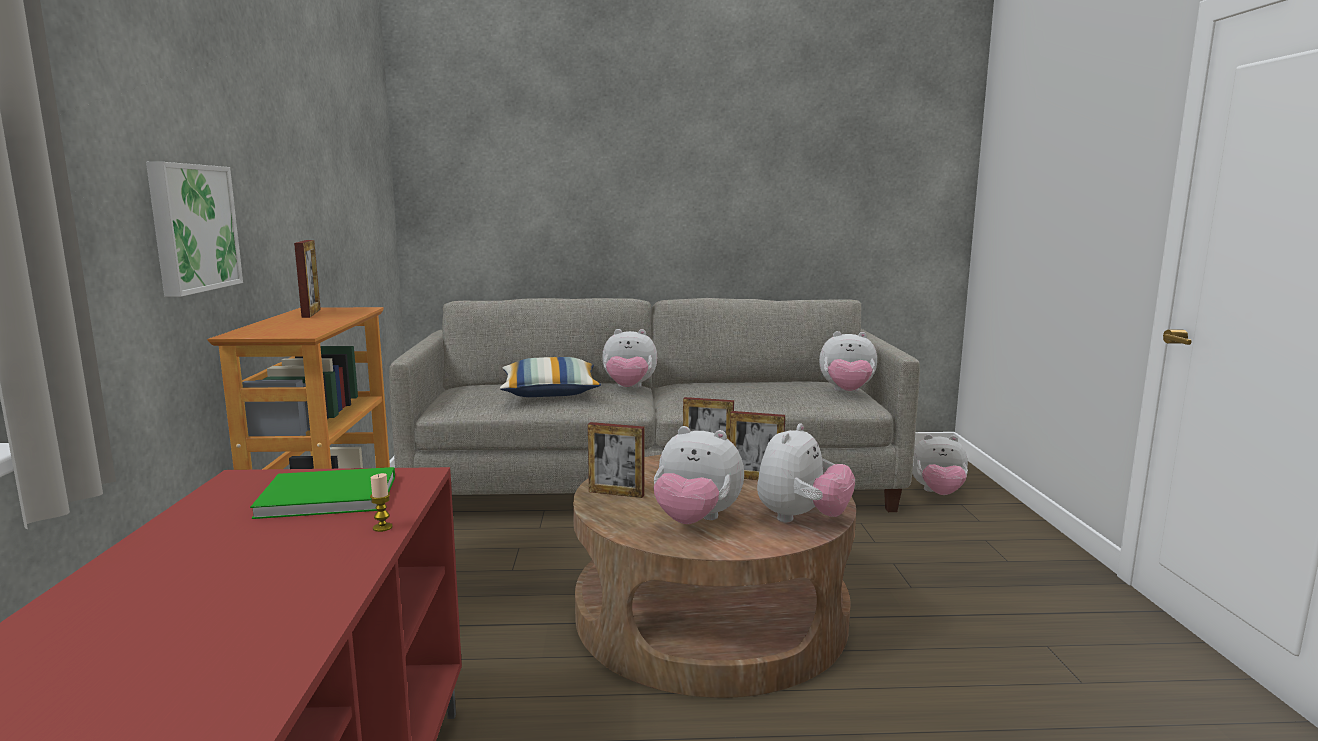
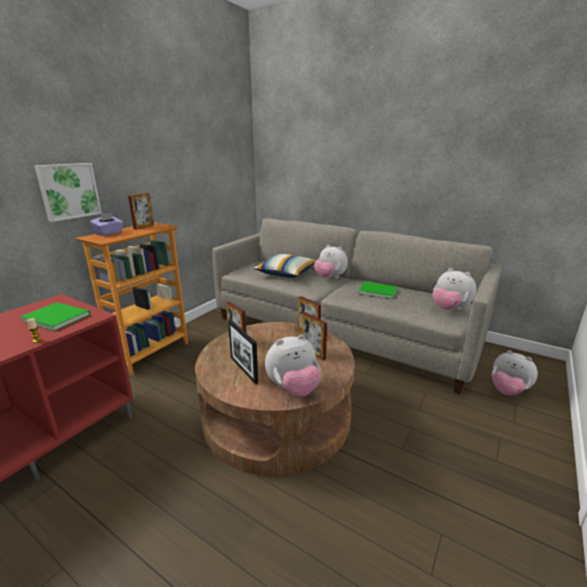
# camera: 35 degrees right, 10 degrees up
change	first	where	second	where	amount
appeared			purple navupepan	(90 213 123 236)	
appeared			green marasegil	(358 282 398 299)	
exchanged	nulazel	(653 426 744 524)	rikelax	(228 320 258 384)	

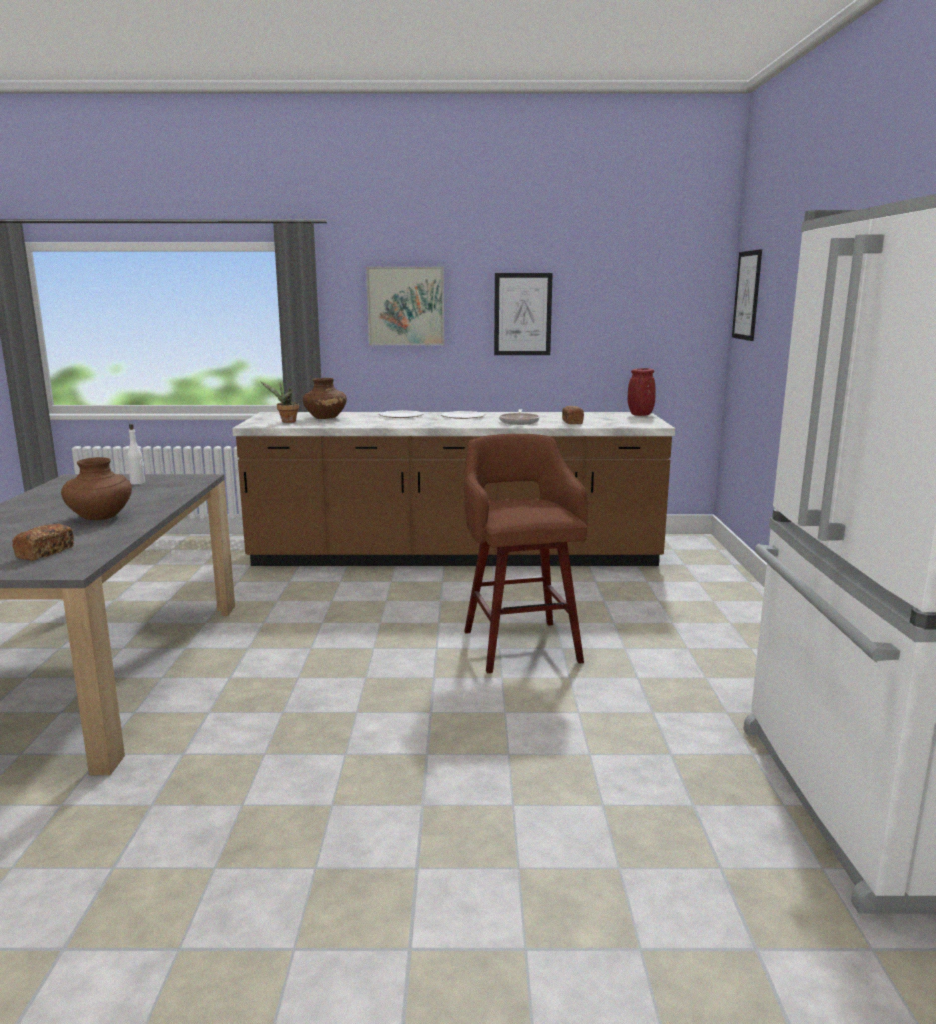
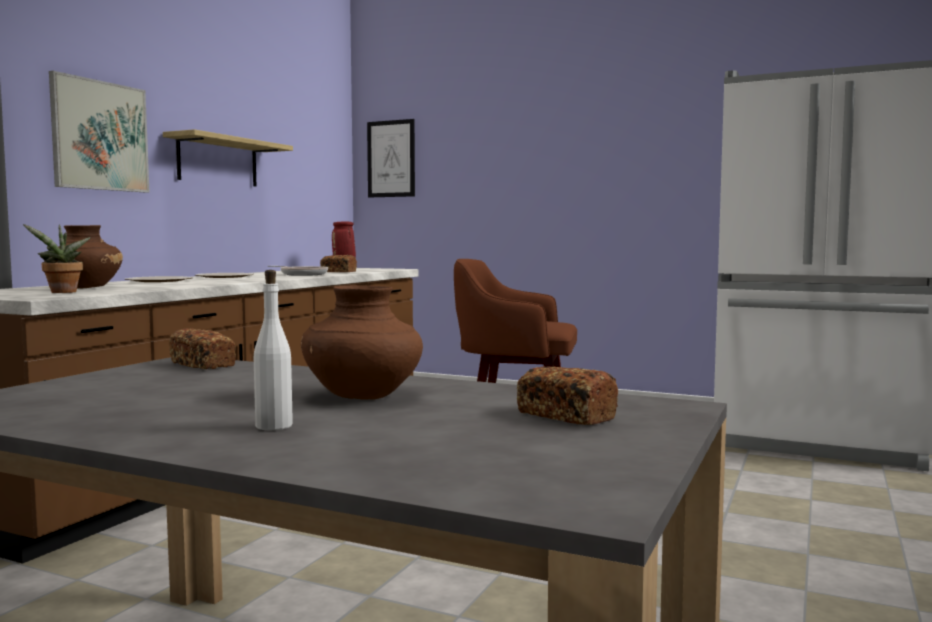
# camera: 65 degrees left, 10 degrees down
change	first	where	second	where	amount
appeared			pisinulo	(169 328 236 369)	
relocated	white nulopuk	(127 424 145 485)		(254 270 293 430)	
exchanged	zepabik	(494 273 553 355)	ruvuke	(163 129 293 186)	

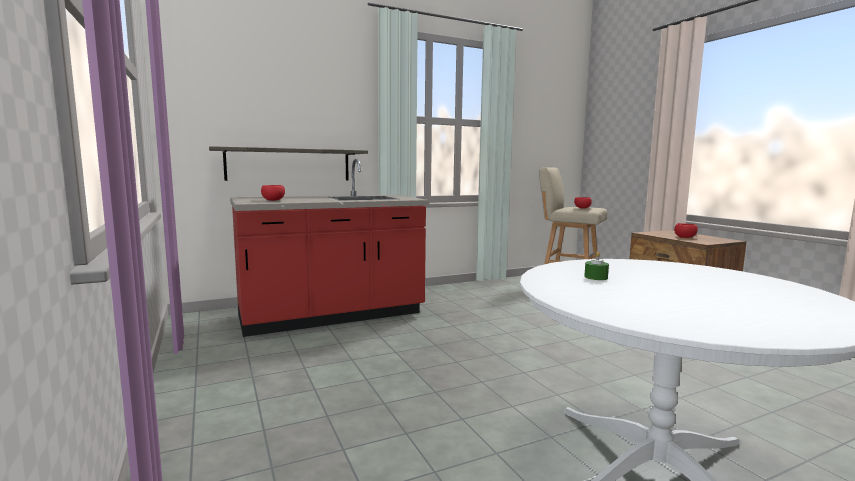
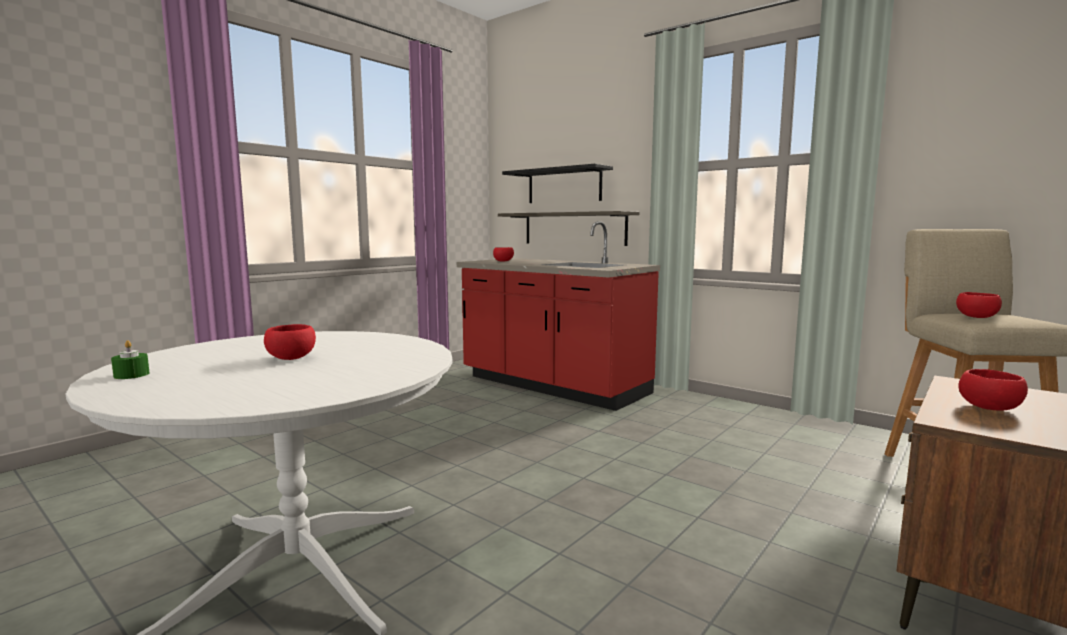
# camera: 65 degrees right, 0 degrees up
change	first	where	second	where	amount
appeared			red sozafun	(264 324 316 360)	
appeared			black ruvuke	(502 164 613 203)	
relocated	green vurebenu	(584 251 609 280)		(111 340 150 379)	

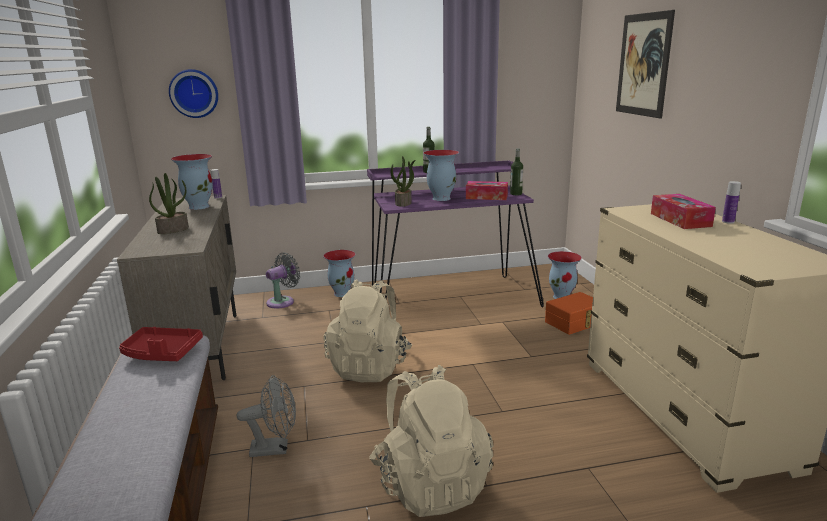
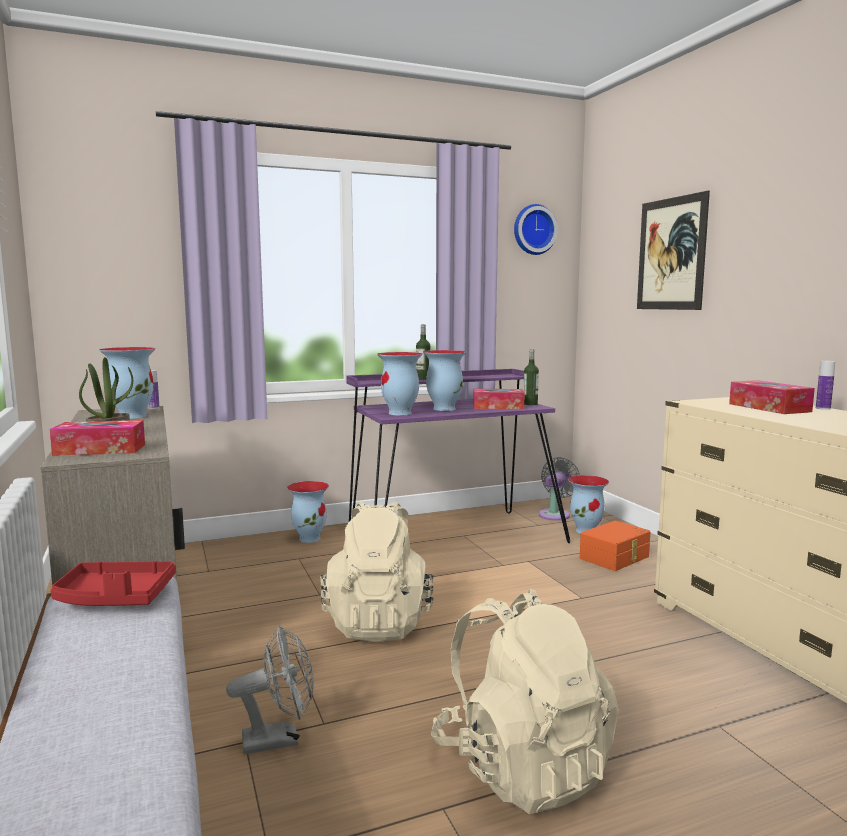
# camera: 10 degrees left, 10 degrees down
change	first	where	second	where	amount
appeared			navupepan	(50 420 145 456)	
relocated	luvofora	(169 69 218 118)		(514 204 558 255)	
relocated	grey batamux	(266 252 300 309)		(539 457 580 521)	
exchanged	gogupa	(391 156 416 207)	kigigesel	(377 352 423 415)	

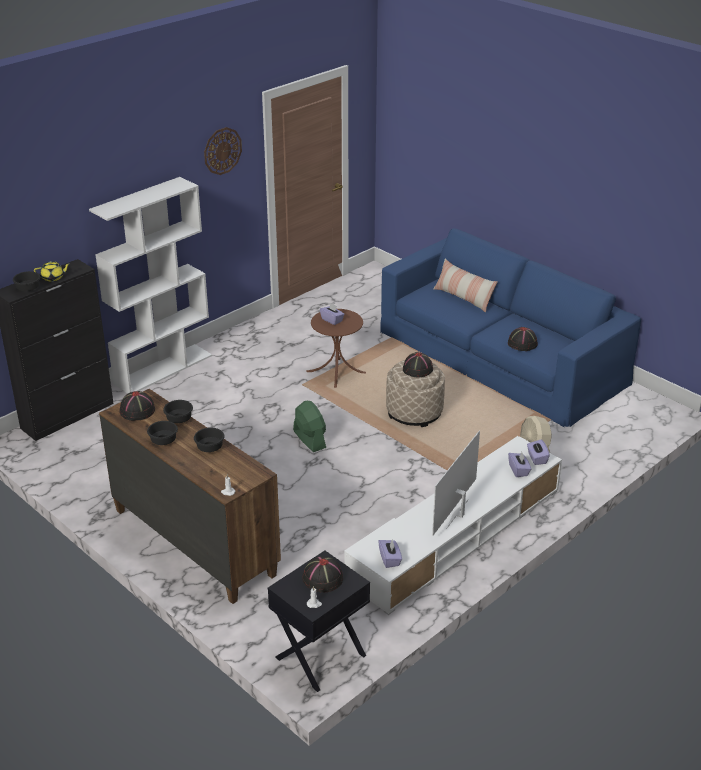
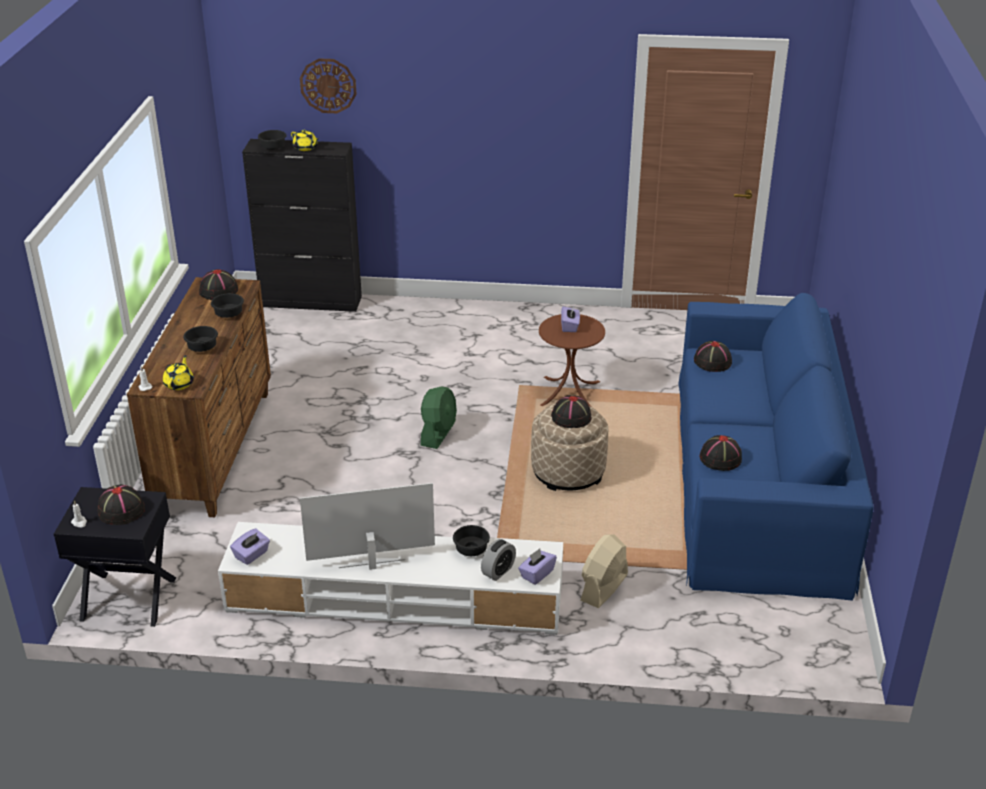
# camera: 50 degrees right, 0 degrees up
change	first	where	second	where	amount
missing	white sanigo	(89 177 212 394)			
missing	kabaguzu	(433 259 498 313)			
appeared			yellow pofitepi	(163 355 194 390)	
appeared			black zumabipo	(694 341 732 372)	
relocated	black sozafun	(147 421 178 445)		(453 525 490 556)	
relocated	luvofora	(204 127 242 175)		(300 58 356 113)	
exchanged	purple navupepan	(508 452 531 477)	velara	(481 539 516 581)	

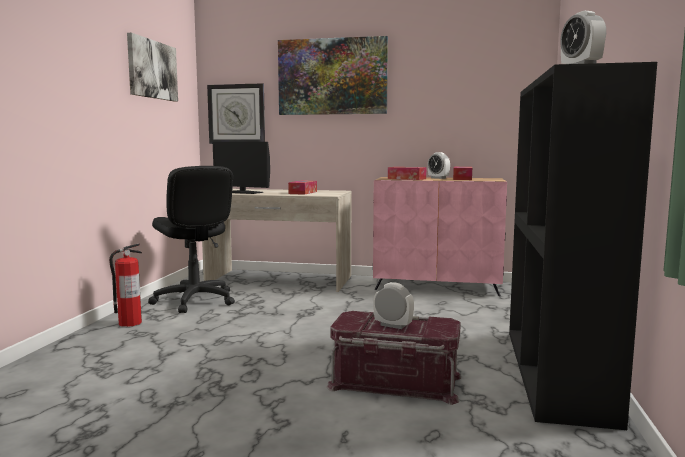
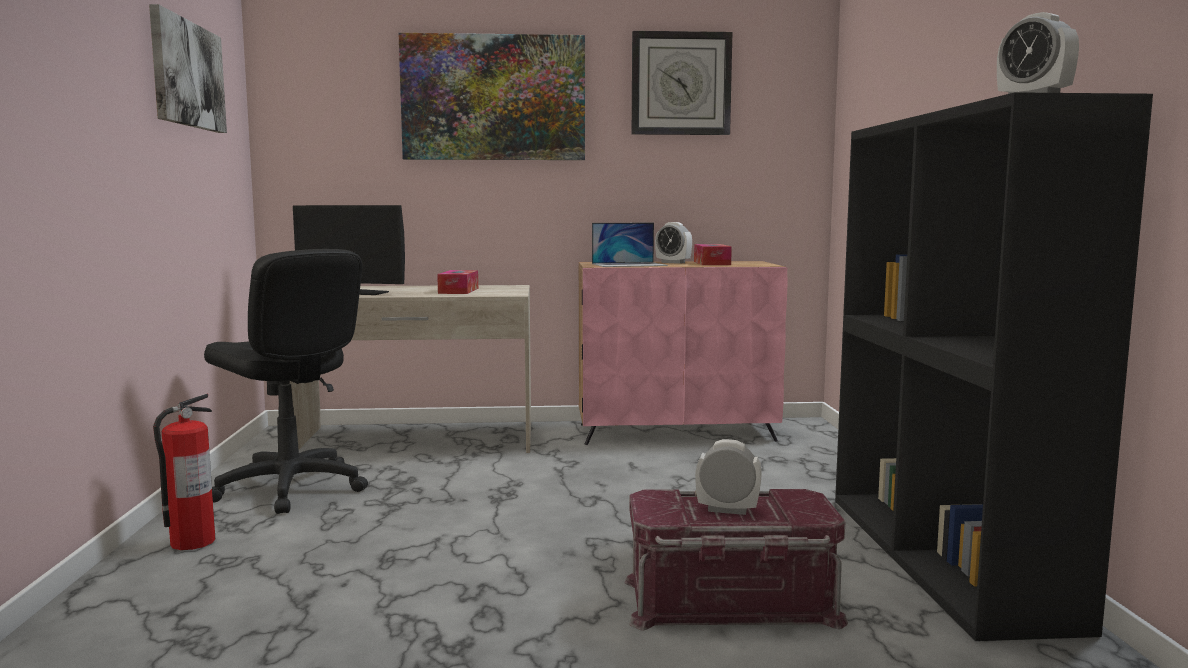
# camera: 15 degrees left, 0 degrees up
change	first	where	second	where	amount
relocated	luvofora	(207 83 265 144)		(632 31 732 135)	
exchanged	navupepan	(388 167 426 180)	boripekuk	(592 223 668 267)	

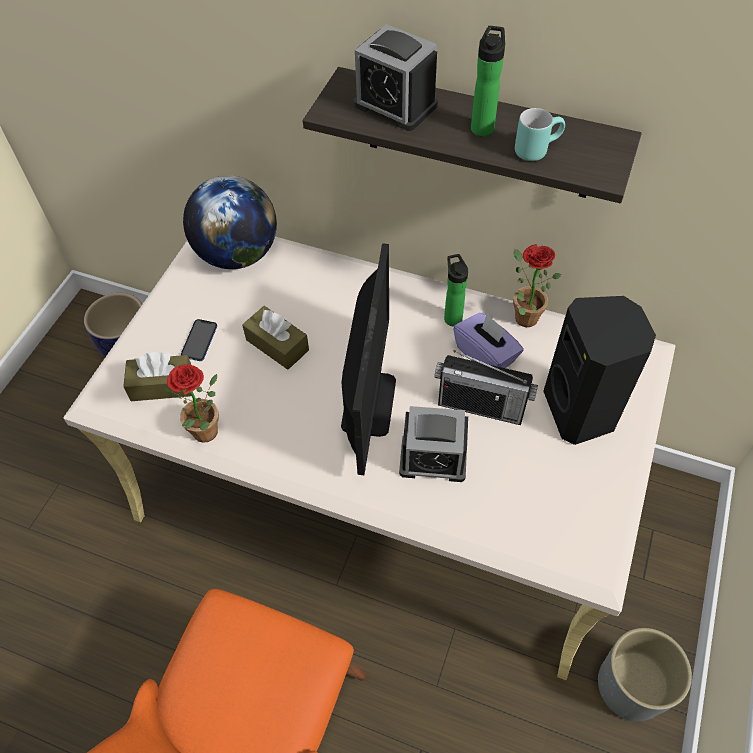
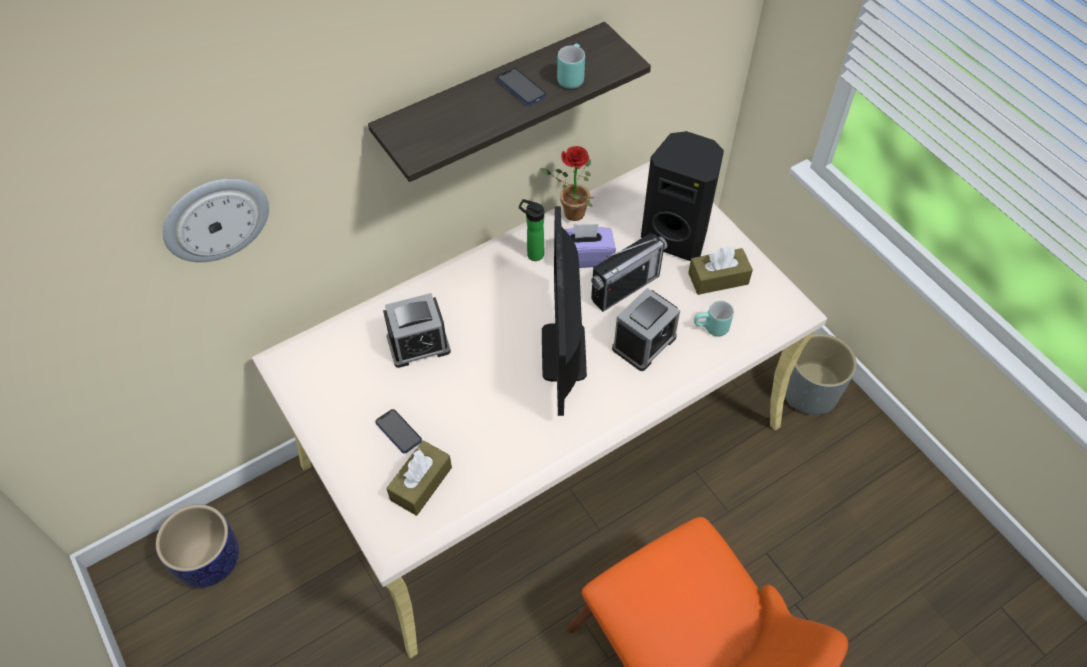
# camera: 55 degrees left, 0 degrees up
change	first	where	second	where	amount
missing	gogupa	(164 364 219 443)			
missing	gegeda	(183 175 277 269)			
appeared			luvofora	(163 179 269 262)	
appeared			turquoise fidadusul	(694 301 734 337)	
relocated	brown navupepan	(242 306 309 370)		(688 246 753 295)	
relocated	velara	(354 24 438 131)		(383 293 451 368)	
exchanged	nulopuk	(471 26 505 137)	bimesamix	(497 68 546 105)	
spun	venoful	(341 243 396 475)		(542 206 587 416)	135 degrees counterclockwise

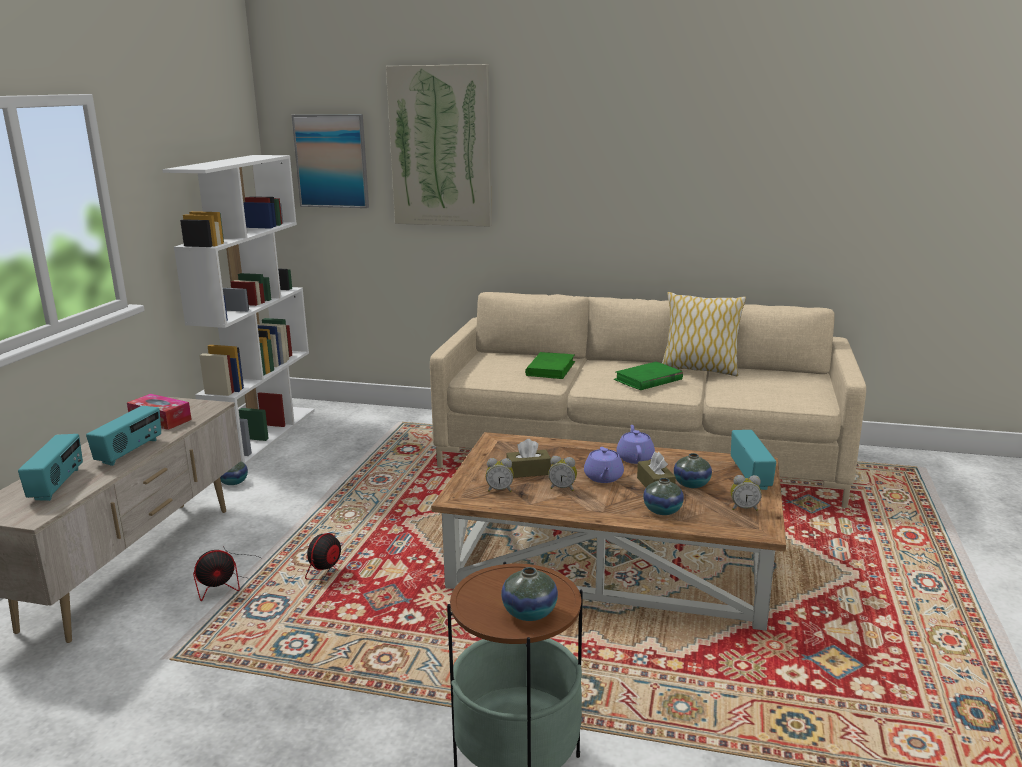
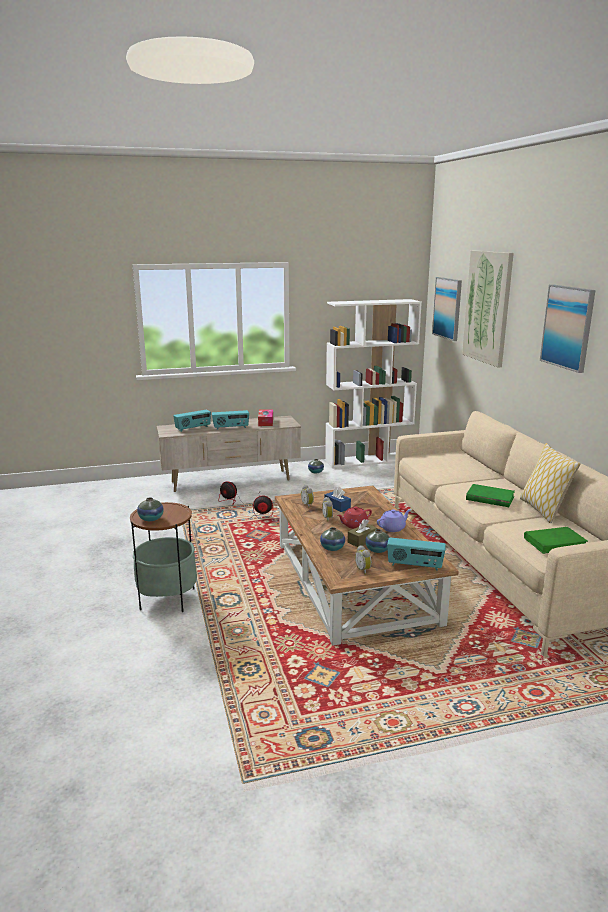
# camera: 60 degrees right, 0 degrees up
change	first	where	second	where	amount
appeared			zepabik	(540 285 596 373)	
relocated	green marasegil	(525 352 575 379)		(524 527 588 554)	
colour	brown navupepan	(506 439 551 478)	blue navupepan	(324 486 351 512)	
colour	purple pofitepi	(584 447 624 483)	red pofitepi	(337 507 372 529)	
spun	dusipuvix	(731 430 776 490)		(387 537 446 571)	45 degrees clockwise

